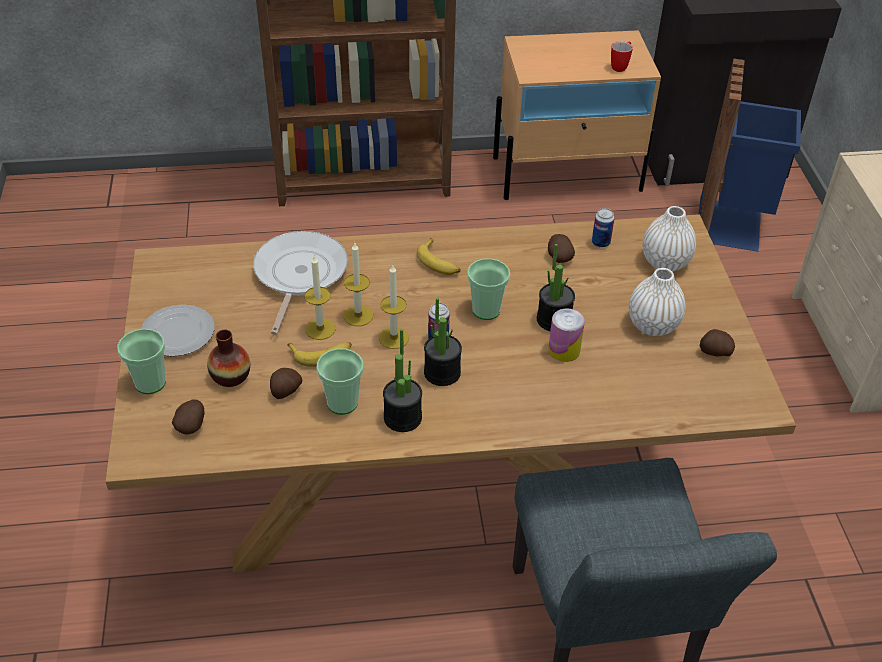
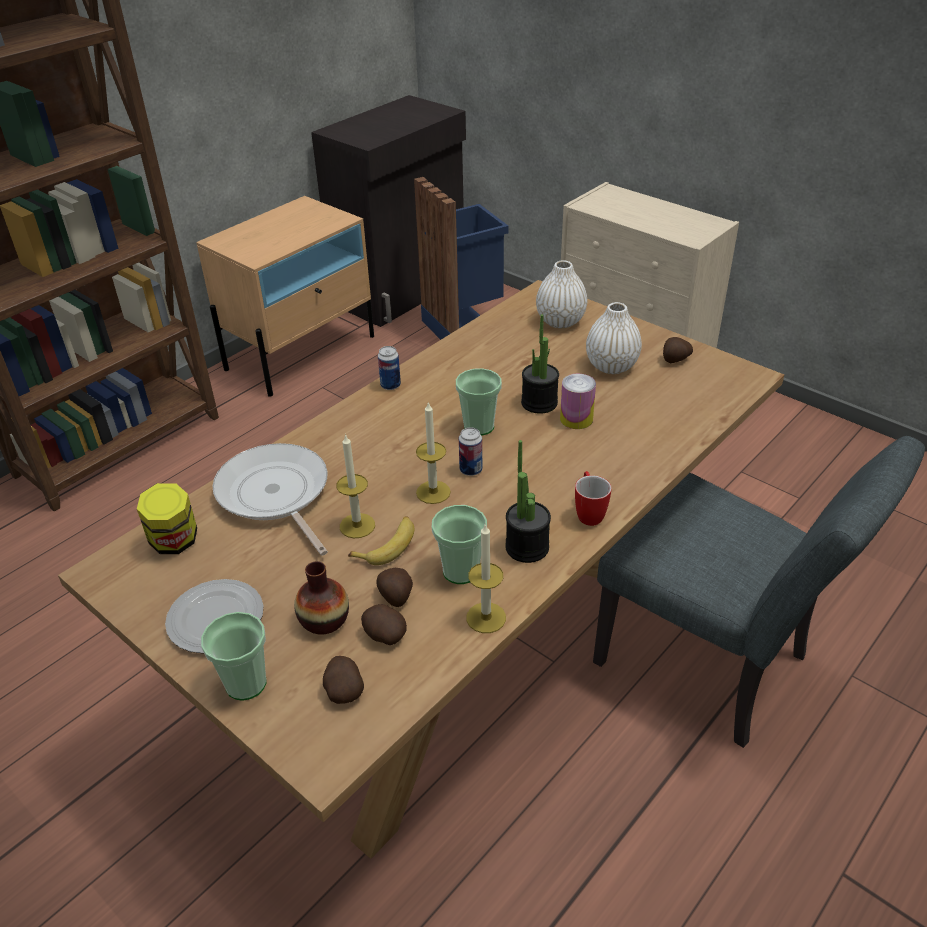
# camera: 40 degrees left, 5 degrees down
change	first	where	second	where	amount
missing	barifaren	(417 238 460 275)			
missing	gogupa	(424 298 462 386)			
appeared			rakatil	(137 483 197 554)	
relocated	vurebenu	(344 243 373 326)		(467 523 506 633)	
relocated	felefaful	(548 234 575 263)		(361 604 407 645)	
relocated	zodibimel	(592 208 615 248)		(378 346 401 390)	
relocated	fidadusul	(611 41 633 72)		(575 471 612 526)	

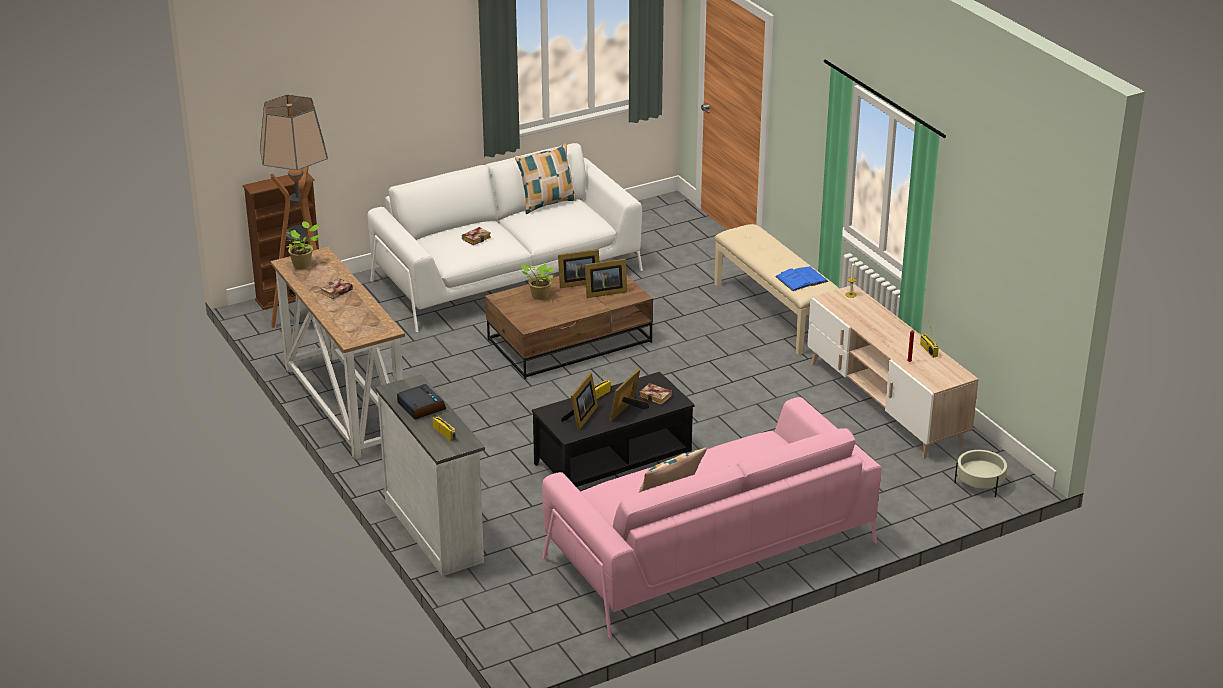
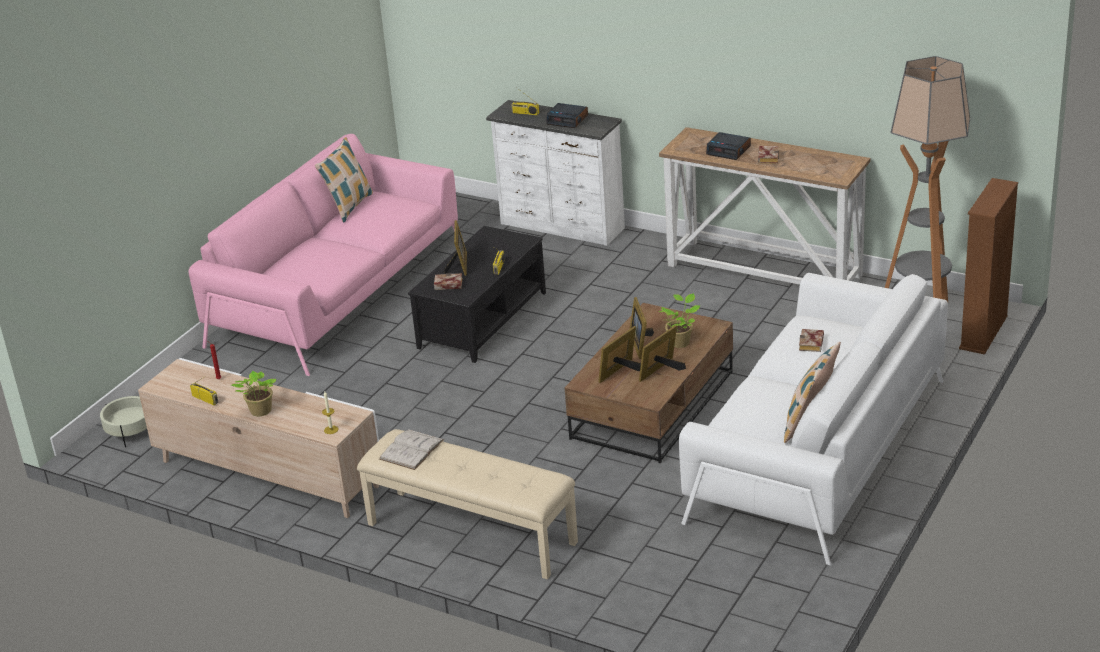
# camera: 150 degrees right, 0 degrees up
change	first	where	second	where	amount
appeared			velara	(706 132 751 160)	
relocated	gogupa	(286 221 320 269)		(231 371 276 416)	
relocated	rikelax	(561 373 598 430)		(630 297 654 359)	
colour	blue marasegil	(775 266 829 291)	white marasegil	(379 429 444 470)	

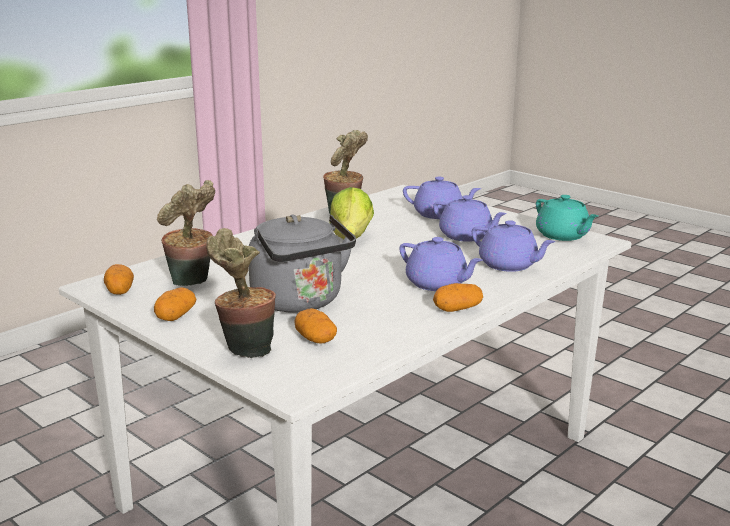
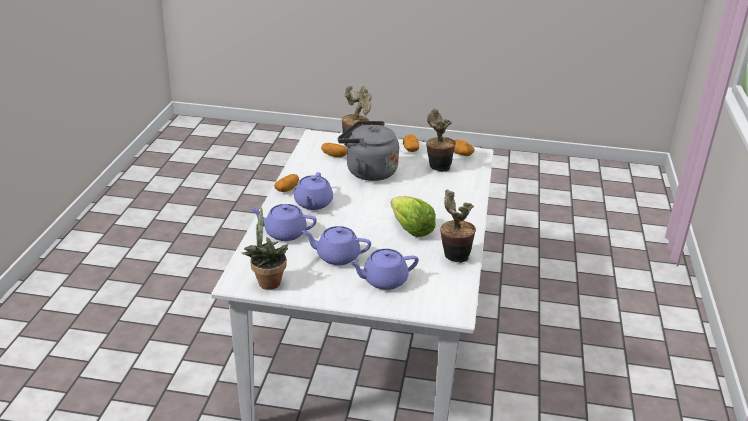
# camera: 145 degrees right, 10 degrees up
change	first	where	second	where	amount
exchanged	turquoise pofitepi	(536 195 598 241)	gogupa	(242 207 288 290)	
spun	purple pofitepi	(399 237 483 291)		(294 172 333 210)	90 degrees counterclockwise

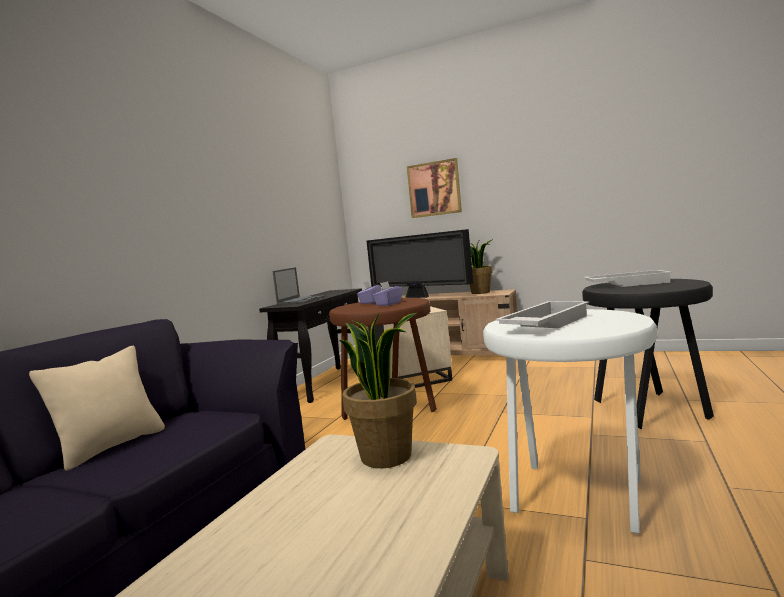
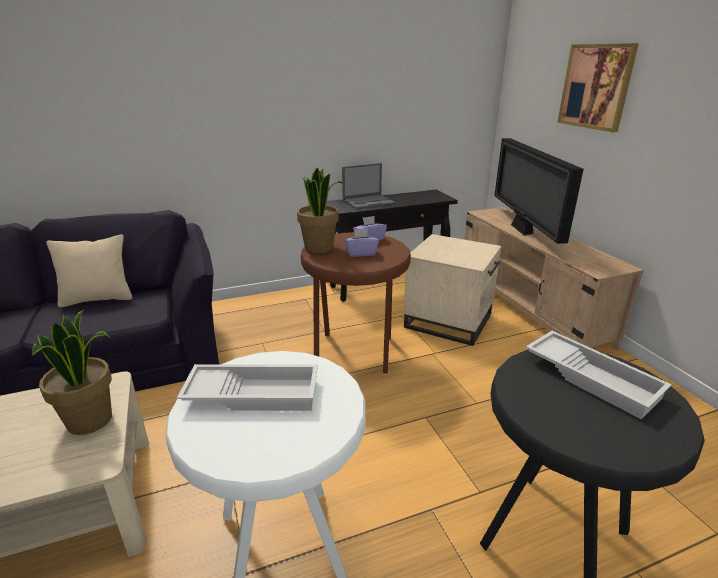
# camera: 45 degrees right, 20 degrees up
change	first	where	second	where	amount
relocated	gogupa	(469 239 493 294)		(297 168 344 253)	

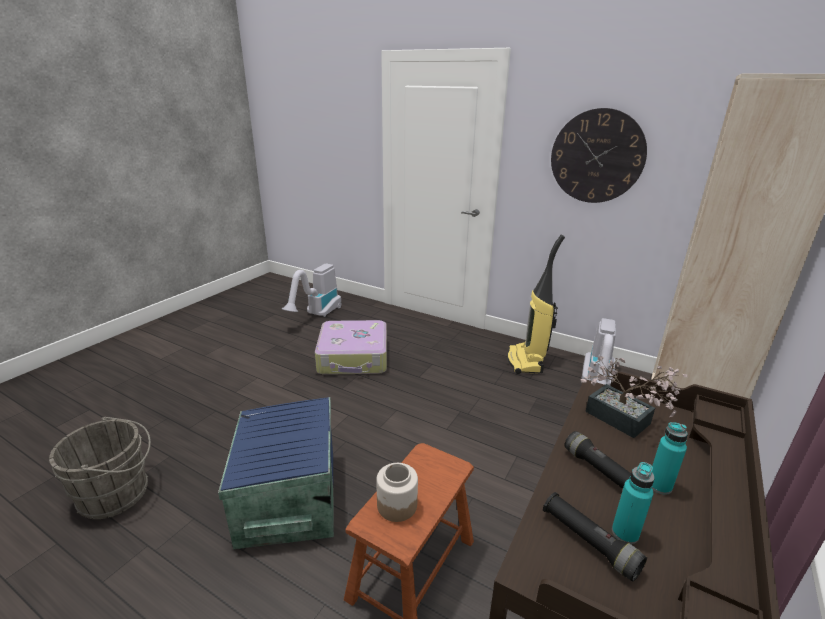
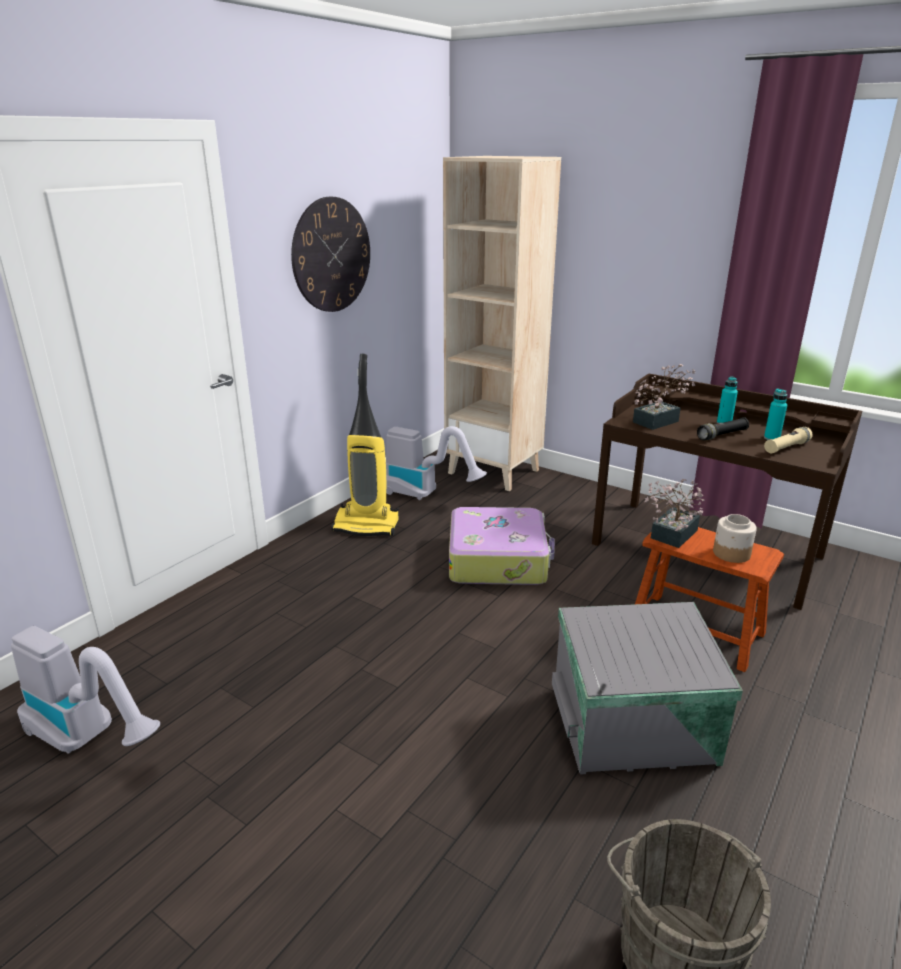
# camera: 85 degrees left, 0 degrees up
change	first	where	second	where	amount
appeared			gogupa	(644 479 704 548)	
relocated	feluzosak	(315 320 387 375)		(449 507 555 585)	
colour	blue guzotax	(218 397 334 549)	grey guzotax	(552 602 743 775)	
colour	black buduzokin	(543 492 647 582)	beige buduzokin	(764 427 813 453)	

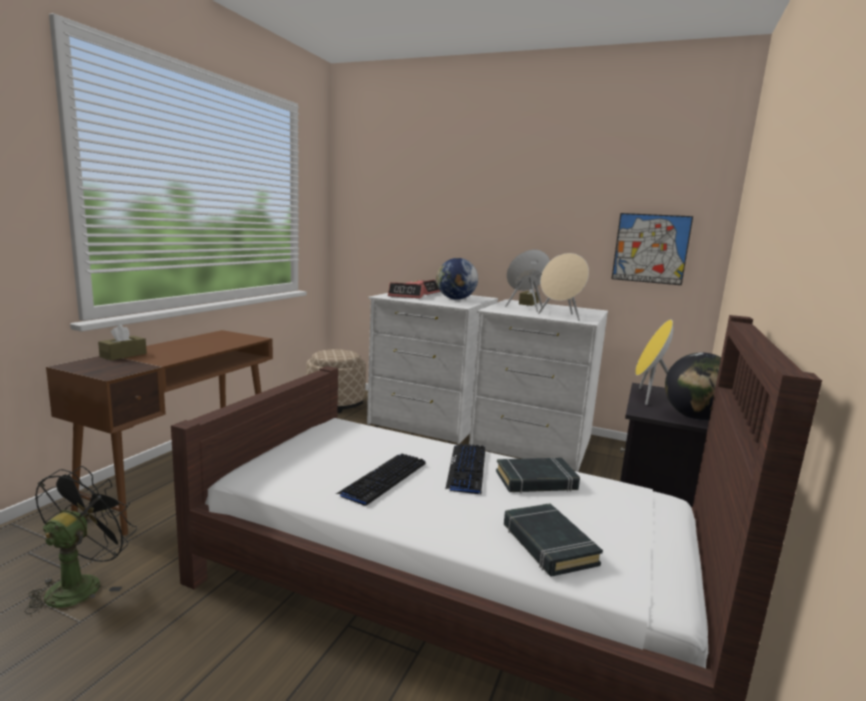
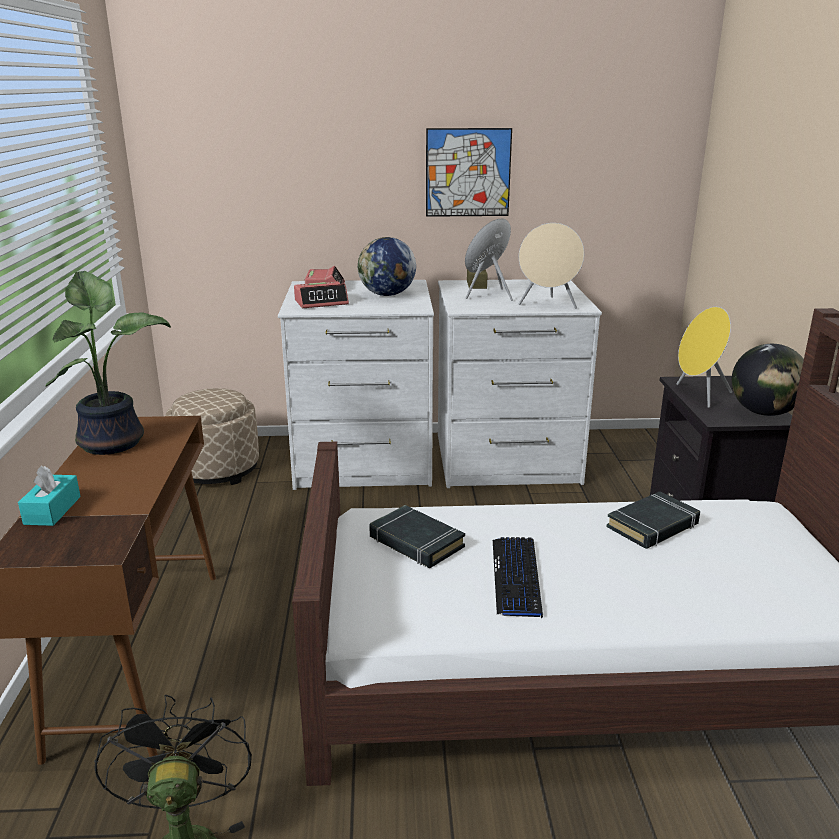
# camera: 25 degrees left, 10 degrees up
change	first	where	second	where	amount
missing	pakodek	(445 444 485 495)			
appeared			gogupa	(45 271 171 455)	
relocated	black marasegil	(504 503 603 576)		(369 505 465 568)	
relocated	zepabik	(612 213 693 285)		(426 128 512 217)	
colour	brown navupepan	(98 324 147 361)	turquoise navupepan	(18 465 81 526)	

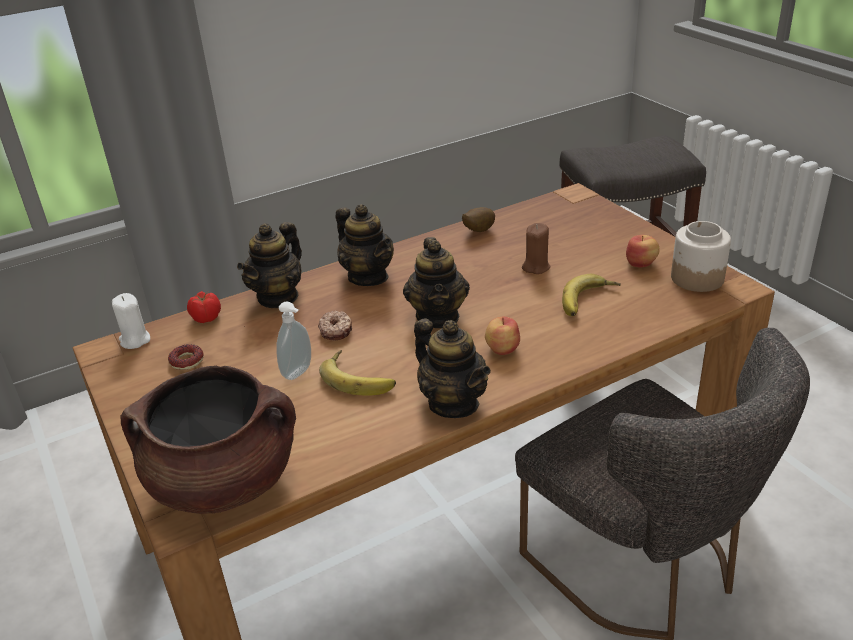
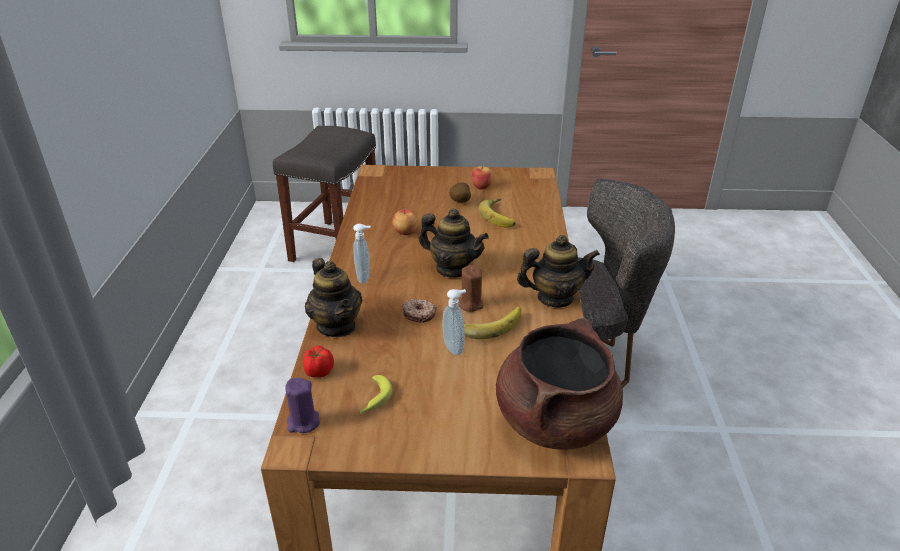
# camera: 60 degrees left, 0 degrees up
change	first	where	second	where	amount
missing	rakatil	(671 221 731 292)			
relocated	felefaful	(462 207 495 232)		(449 183 471 203)	
relocated	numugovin	(485 317 520 355)		(392 209 418 235)	
relocated	brown vurebenu	(522 223 551 274)		(458 265 484 312)	
exchanged	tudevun	(168 344 204 370)	barifaren	(360 375 393 414)	
exchanged	pofitepi	(336 204 394 286)	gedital	(353 224 371 284)	
colour	white vurebenu	(112 293 150 349)	purple vurebenu	(285 378 320 433)	

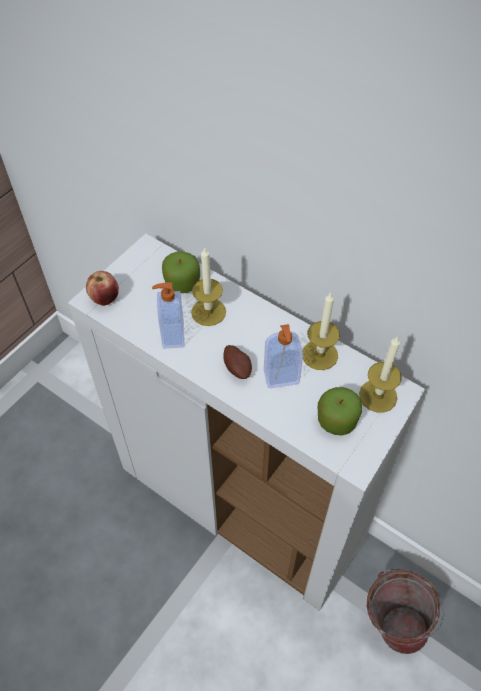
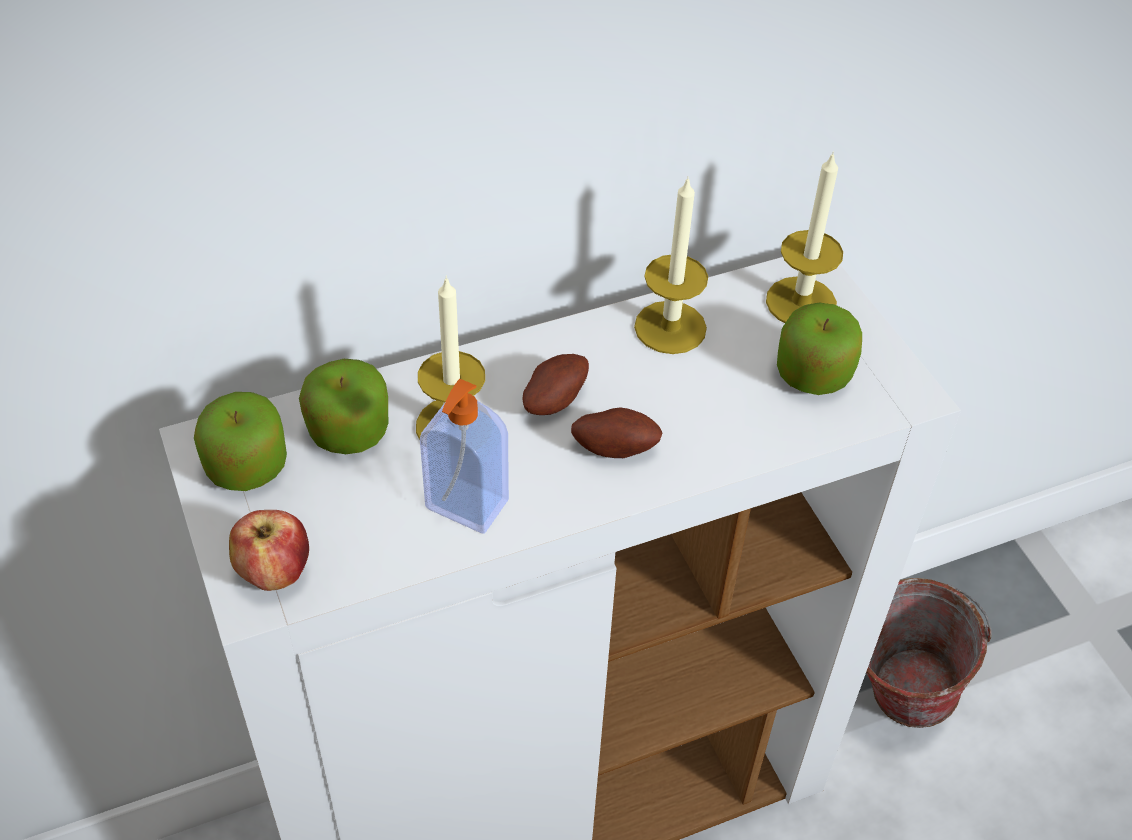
# camera: 60 degrees left, 5 degrees down
change	first	where	second	where	amount
missing	gedital	(264 324 303 388)			
appeared			numugovin	(194 392 287 491)	
appeared			felefaful	(522 354 589 415)	

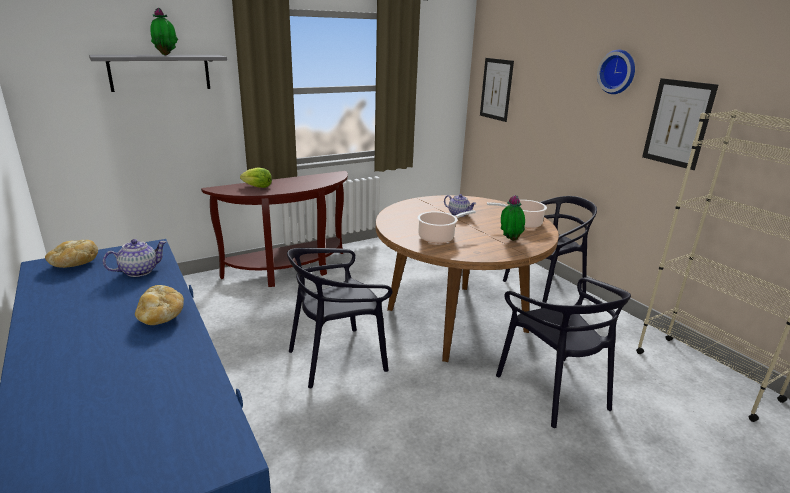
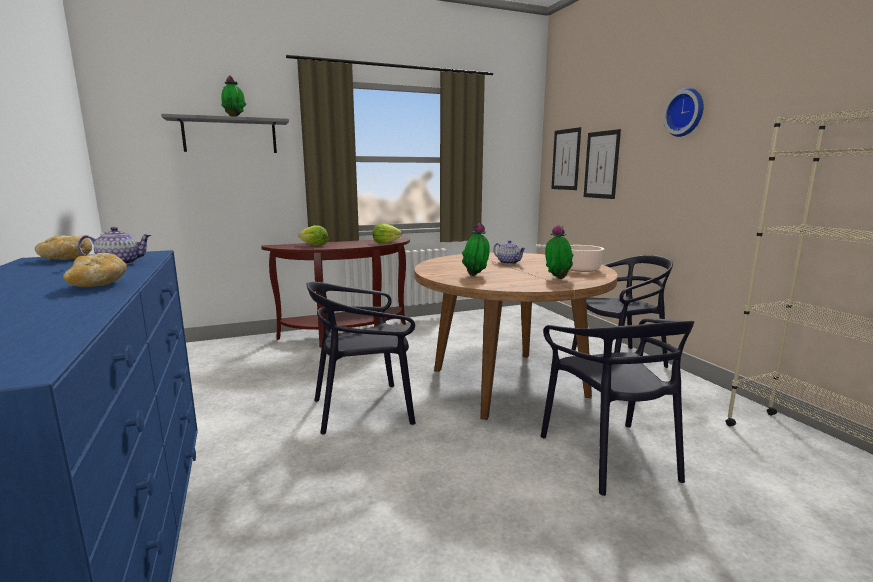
# camera: 10 degrees right, 10 degrees down
change	first	where	second	where	amount
appeared			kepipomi	(373 224 402 243)	
relocated	zepabik	(642 78 718 170)		(584 129 621 199)	
exchanged	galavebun	(417 210 476 243)	gogupa	(462 223 490 276)	

